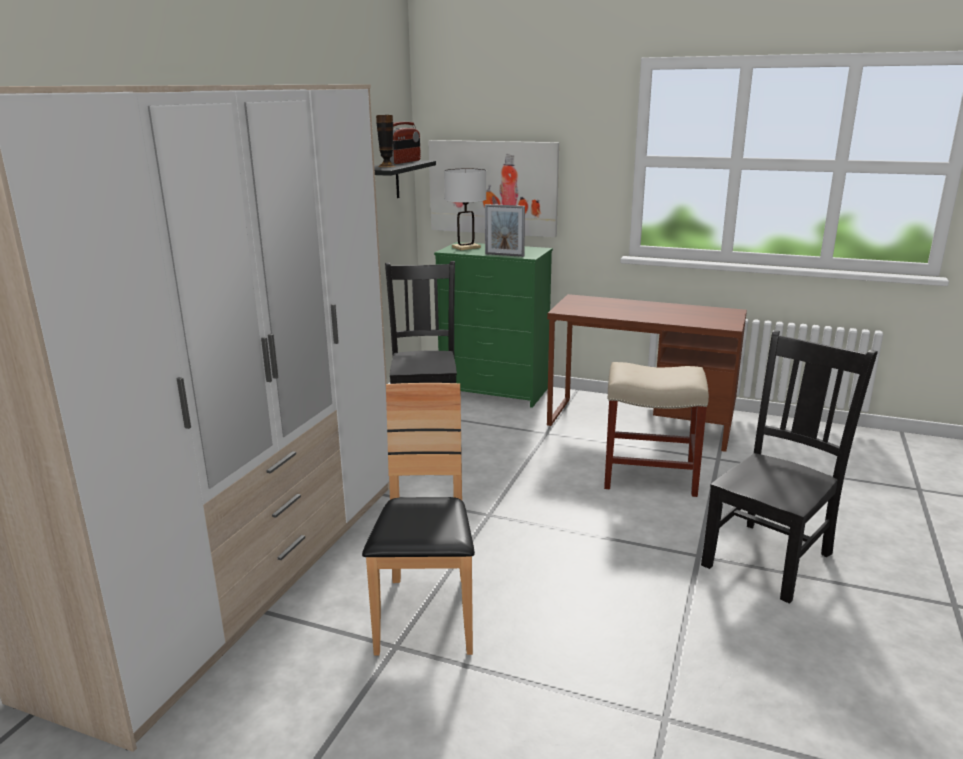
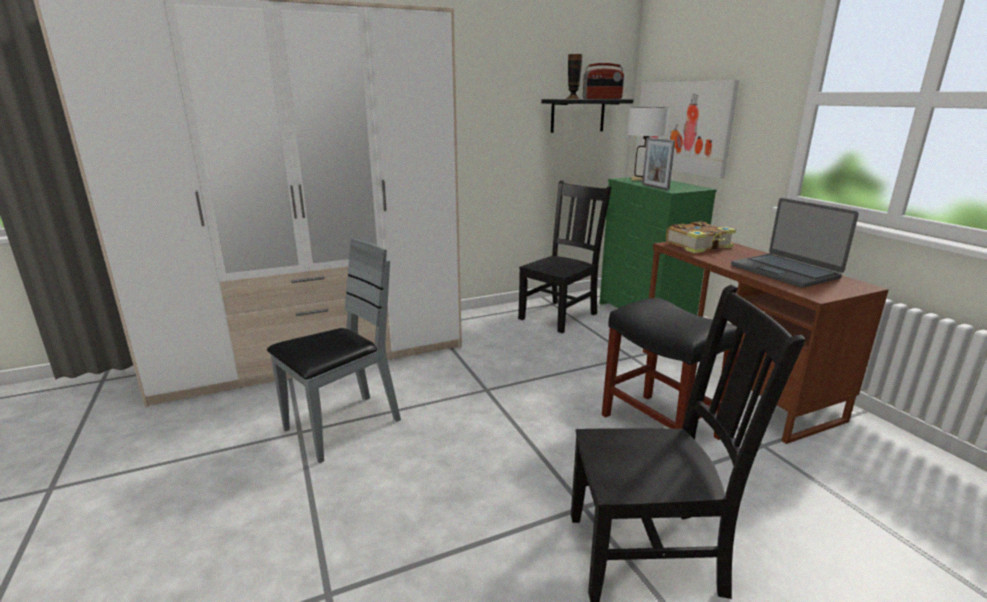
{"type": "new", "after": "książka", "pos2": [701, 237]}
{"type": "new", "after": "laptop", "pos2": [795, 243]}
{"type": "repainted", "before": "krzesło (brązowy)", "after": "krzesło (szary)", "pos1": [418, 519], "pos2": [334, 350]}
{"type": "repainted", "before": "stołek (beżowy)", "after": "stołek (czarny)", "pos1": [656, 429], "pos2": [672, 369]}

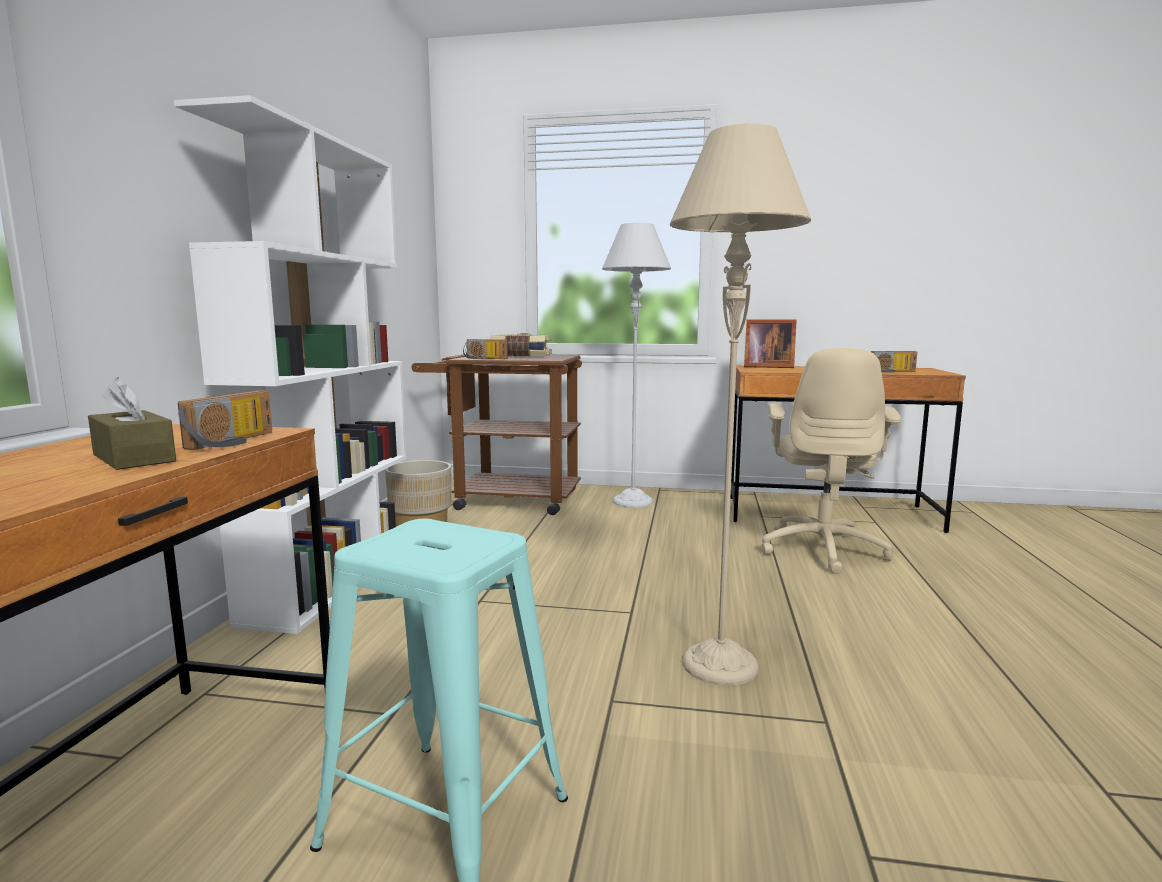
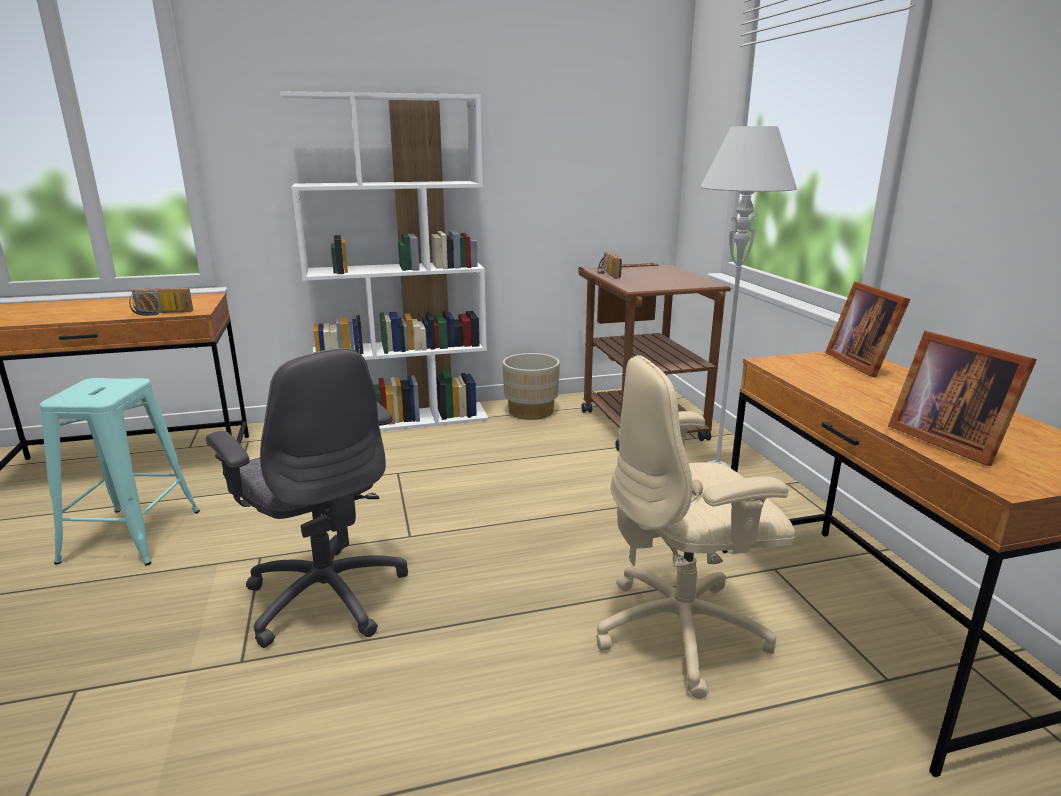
{"type": "gone", "before": "pudełko chusteczek (brązowy)", "pos1": [132, 423]}
{"type": "gone", "before": "książka", "pos1": [521, 345]}
{"type": "swapped", "before": "lampa stojąca (beżowy)", "after": "krzesło biurowe (szary)", "pos1": [740, 405], "pos2": [307, 498]}
{"type": "swapped", "before": "radio", "after": "ramka na zdjęcie", "pos1": [894, 361], "pos2": [962, 398]}

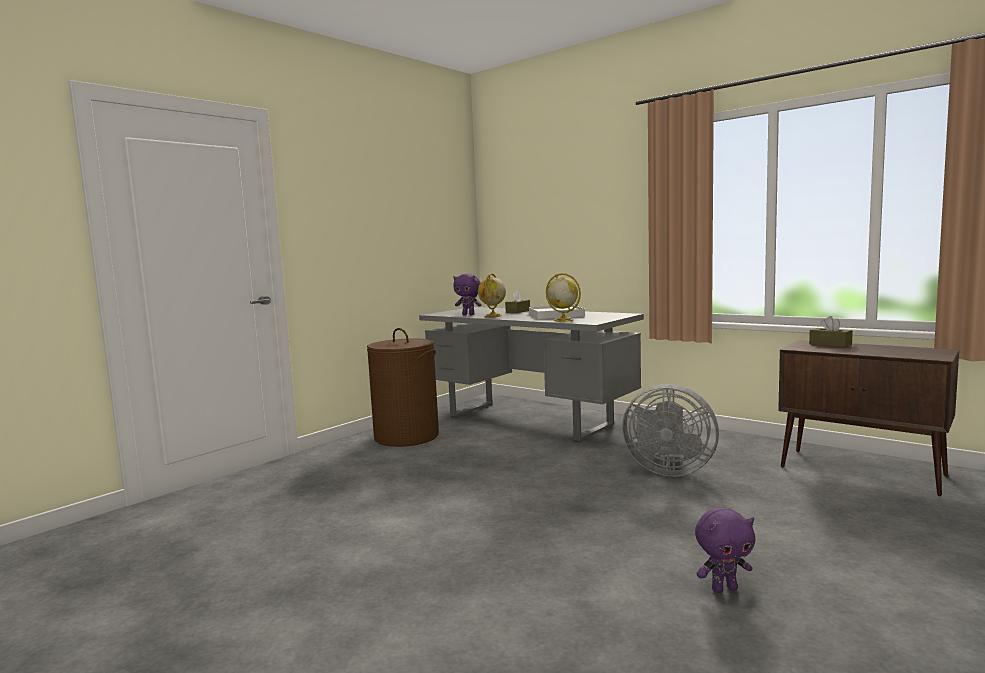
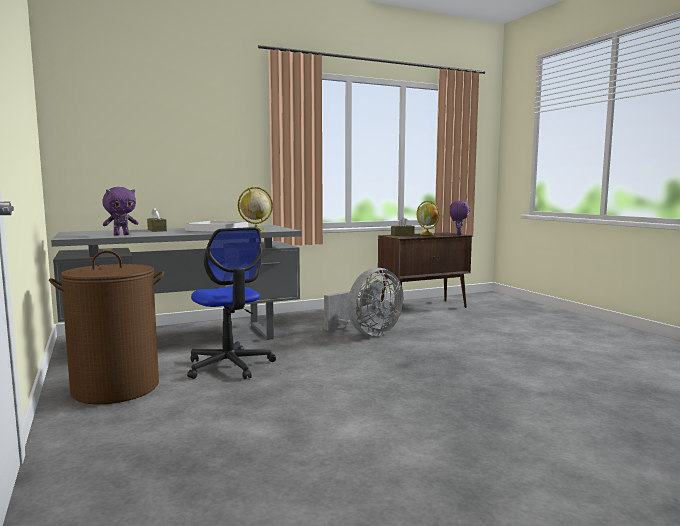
{"type": "new", "after": "krzesło biurowe", "pos2": [231, 303]}
{"type": "shifted", "before": "globus", "pos1": [492, 295], "pos2": [428, 218]}
{"type": "shifted", "before": "pluszak (fioletowy)", "pos1": [725, 550], "pos2": [460, 218]}

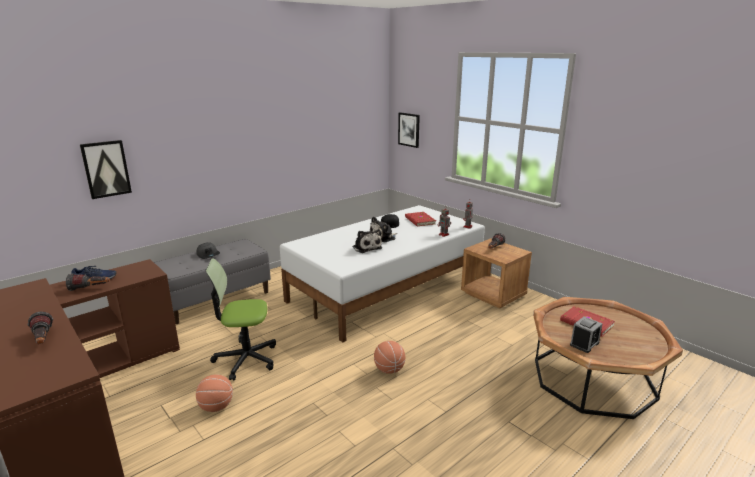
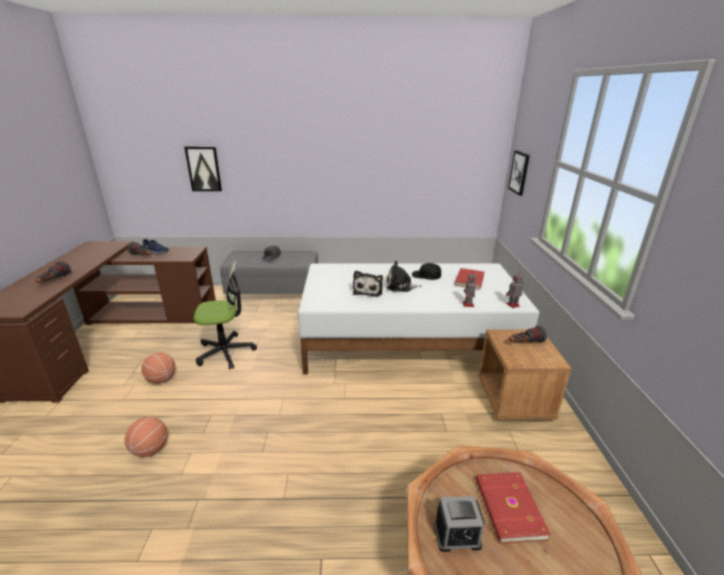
{"type": "shifted", "before": "piłka do koszykówki", "pos1": [389, 357], "pos2": [146, 437]}
{"type": "rotated", "before": "krzesło biurowe", "pos1": [241, 319], "pos2": [225, 314], "turn": 135}

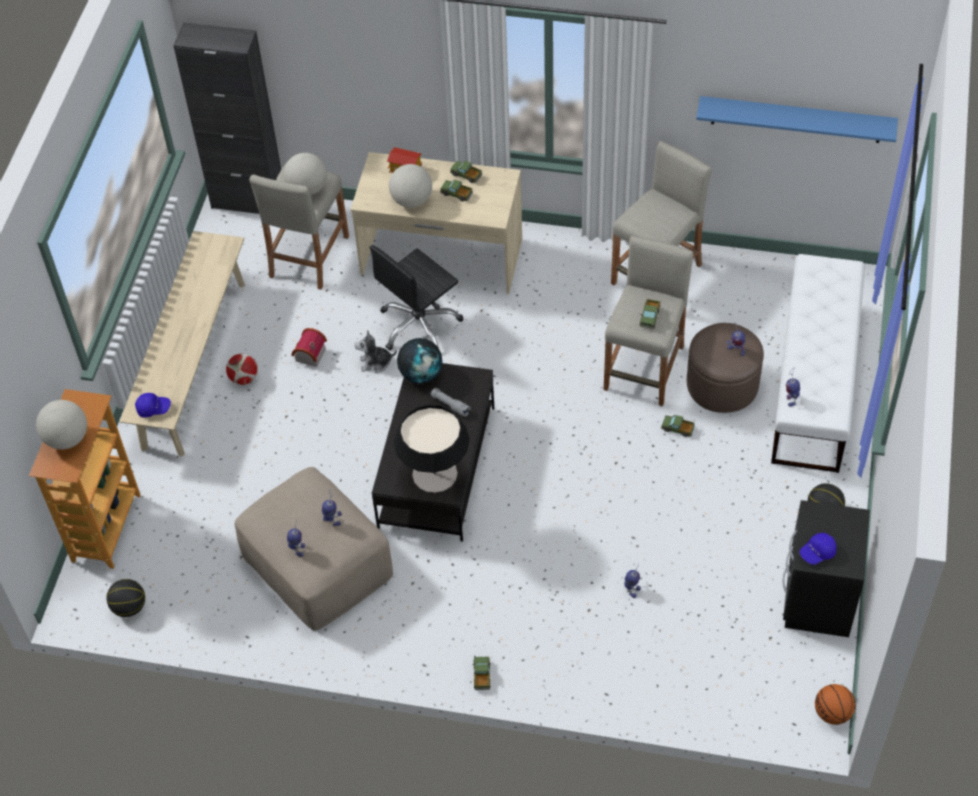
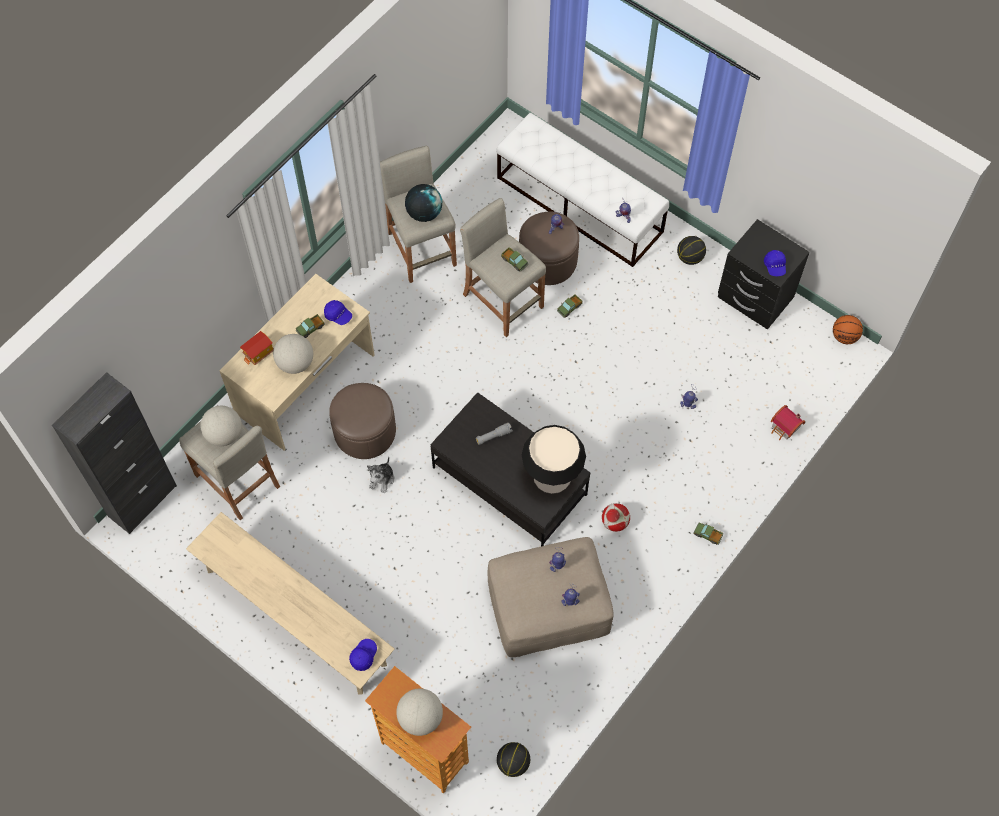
{"type": "gone", "before": "ciężarówka zabawkowa", "pos1": [466, 172]}
{"type": "gone", "before": "półka (niebieski)", "pos1": [797, 119]}
{"type": "new", "after": "czapka z daszkiem (niebieski)", "pos2": [338, 312]}
{"type": "shifted", "before": "piłka futbolowa", "pos1": [242, 369], "pos2": [616, 517]}
{"type": "shifted", "before": "domek", "pos1": [309, 347], "pos2": [788, 423]}
{"type": "shifted", "before": "globus", "pos1": [419, 361], "pos2": [423, 203]}
{"type": "swapped", "before": "krzesło biurowe (czarny)", "after": "pufa (brązowy)", "pos1": [416, 297], "pos2": [362, 421]}

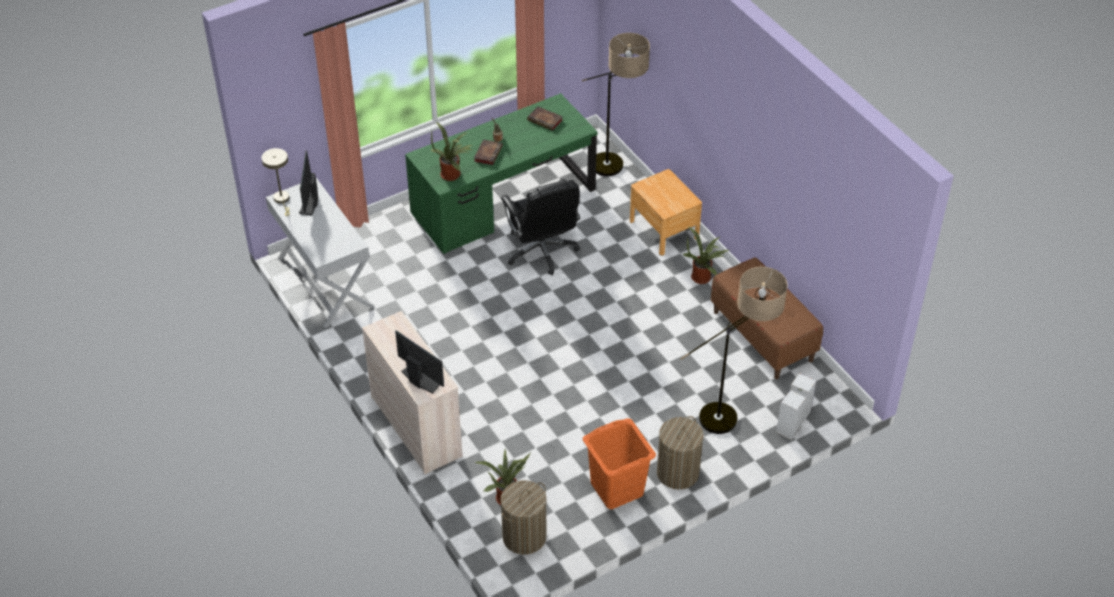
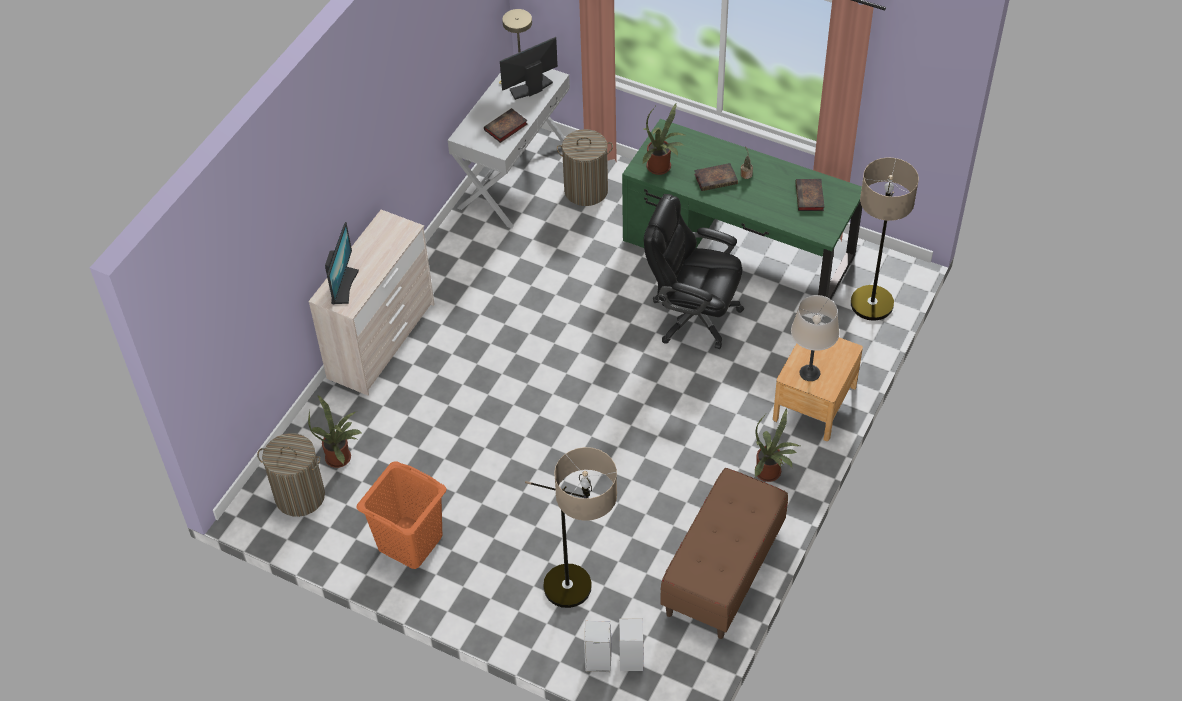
{"type": "new", "after": "książka", "pos2": [506, 125]}
{"type": "new", "after": "lampa stołowa (beżowy)", "pos2": [815, 338]}
{"type": "shifted", "before": "kosz na pranie", "pos1": [680, 453], "pos2": [585, 167]}
{"type": "rotated", "before": "krzesło biurowe (czarny)", "pos1": [540, 227], "pos2": [694, 271], "turn": 75}

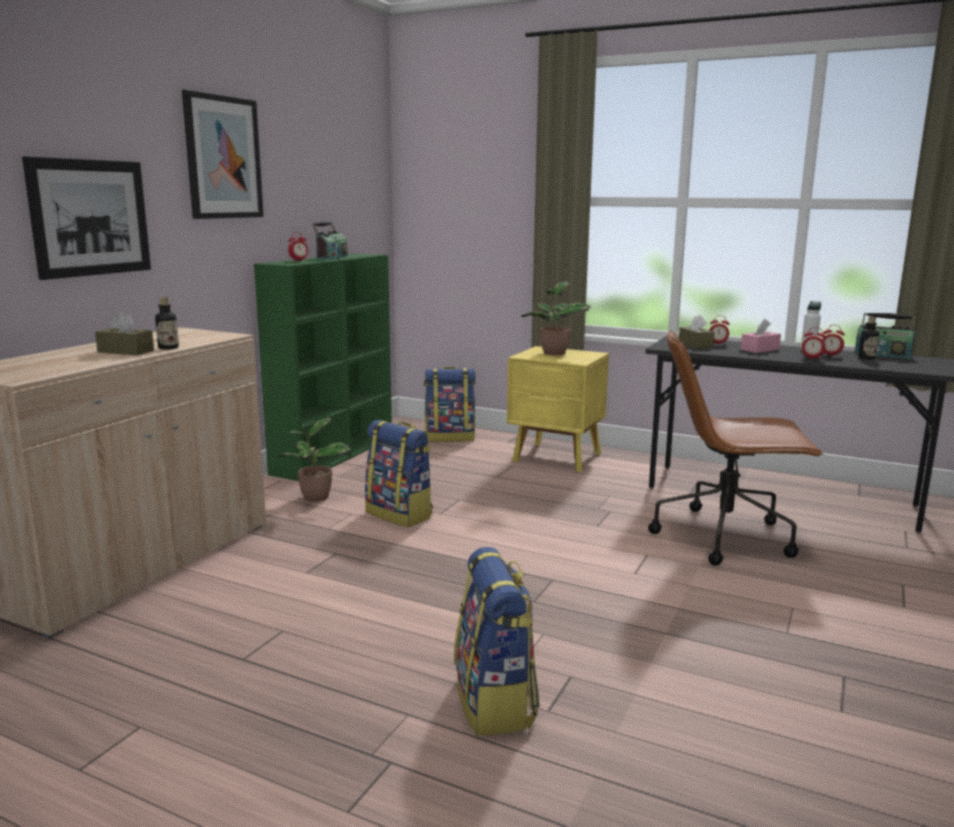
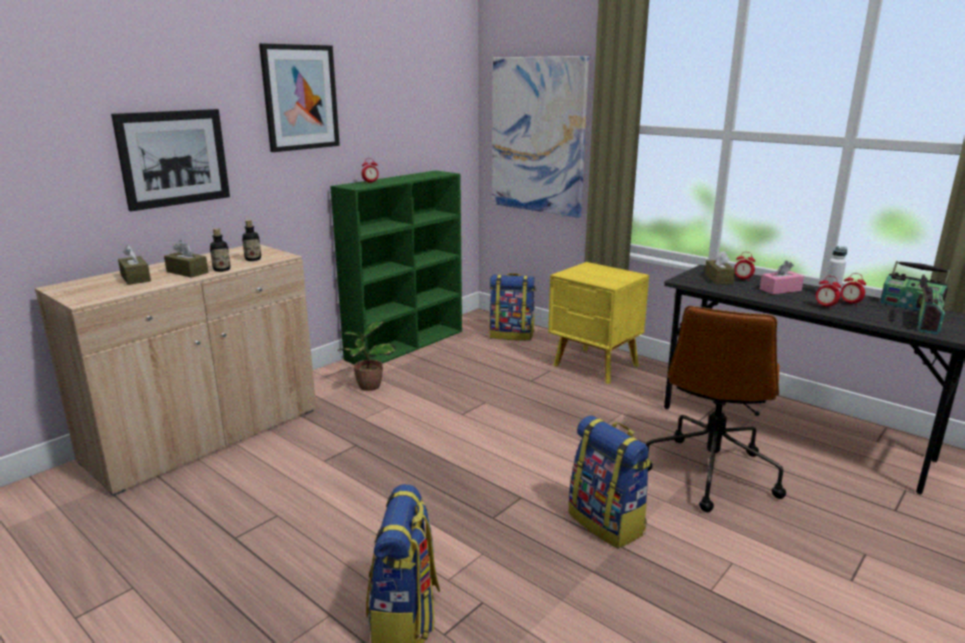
{"type": "gone", "before": "roślina doniczkowa", "pos1": [555, 318]}
{"type": "new", "after": "pudełko chusteczek (brązowy)", "pos2": [134, 265]}
{"type": "new", "after": "obraz", "pos2": [540, 137]}
{"type": "shifted", "before": "radio", "pos1": [330, 240], "pos2": [931, 304]}
{"type": "shifted", "before": "plecak", "pos1": [399, 473], "pos2": [609, 482]}
{"type": "shifted", "before": "butelka", "pos1": [868, 338], "pos2": [251, 240]}
{"type": "rotated", "before": "krzesło biurowe (brązowy)", "pos1": [735, 448], "pos2": [716, 409], "turn": -90}

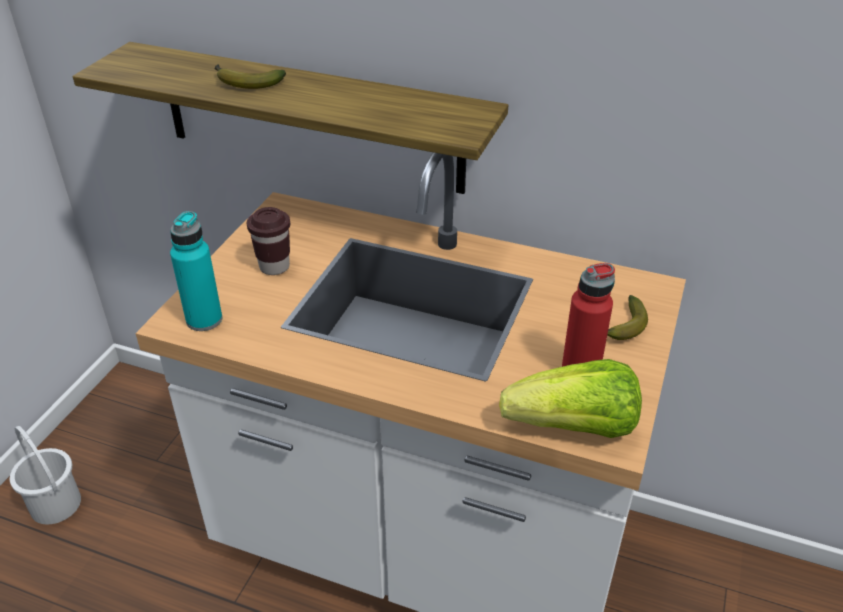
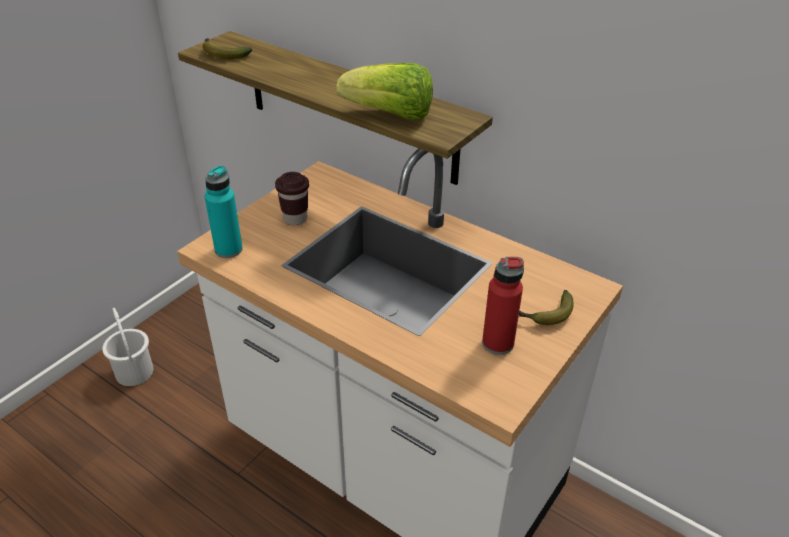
{"type": "shifted", "before": "banan", "pos1": [250, 76], "pos2": [227, 48]}
{"type": "shifted", "before": "sałata", "pos1": [570, 398], "pos2": [385, 91]}

